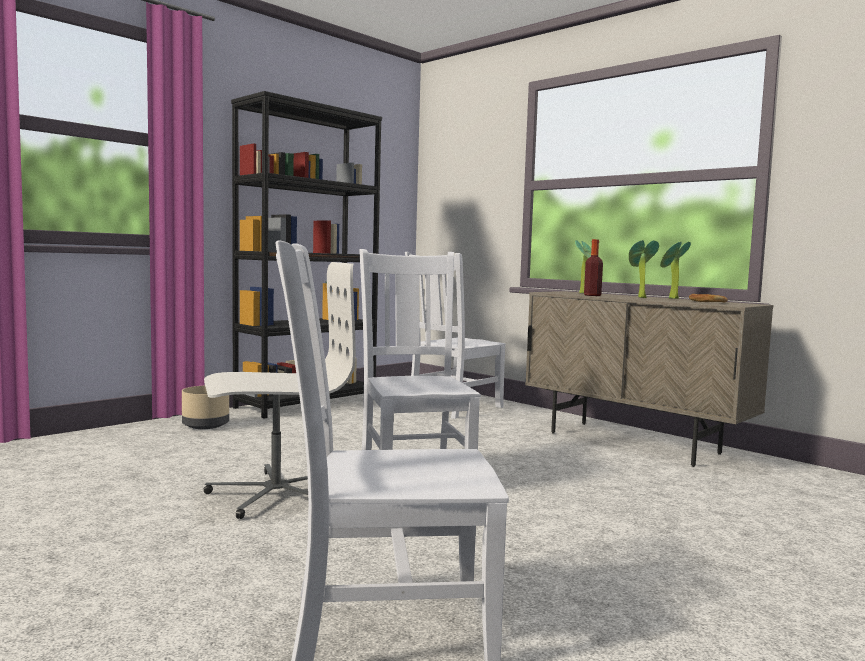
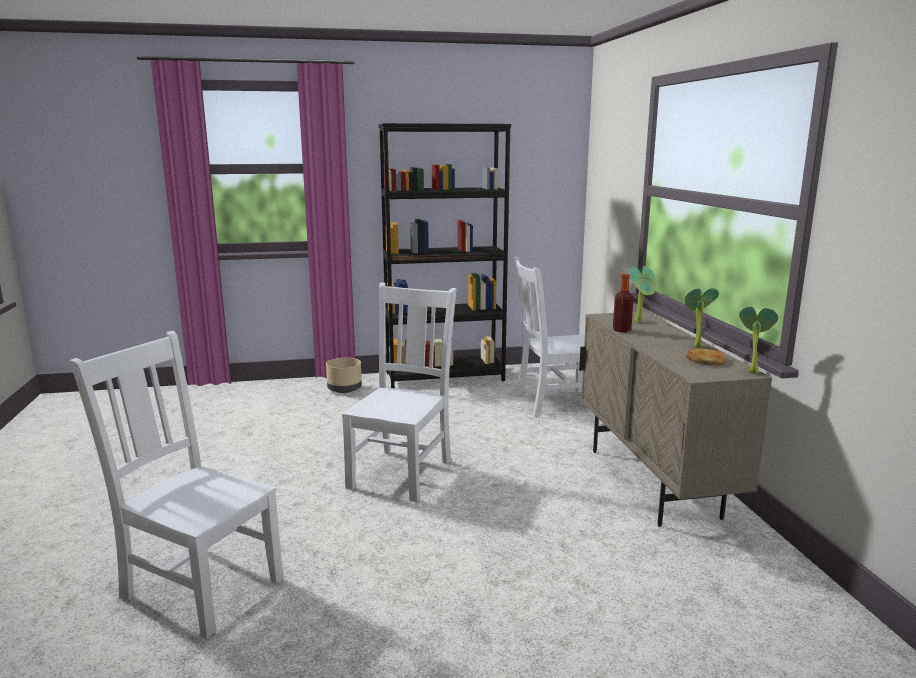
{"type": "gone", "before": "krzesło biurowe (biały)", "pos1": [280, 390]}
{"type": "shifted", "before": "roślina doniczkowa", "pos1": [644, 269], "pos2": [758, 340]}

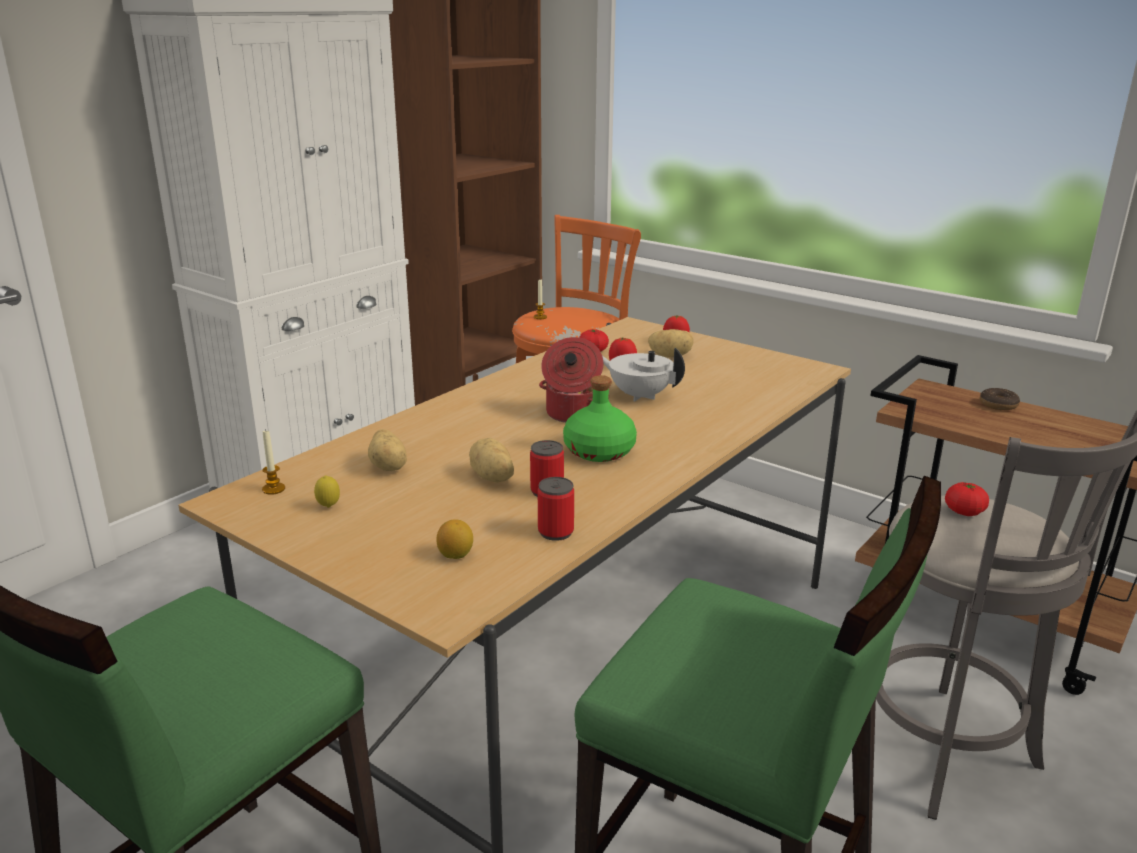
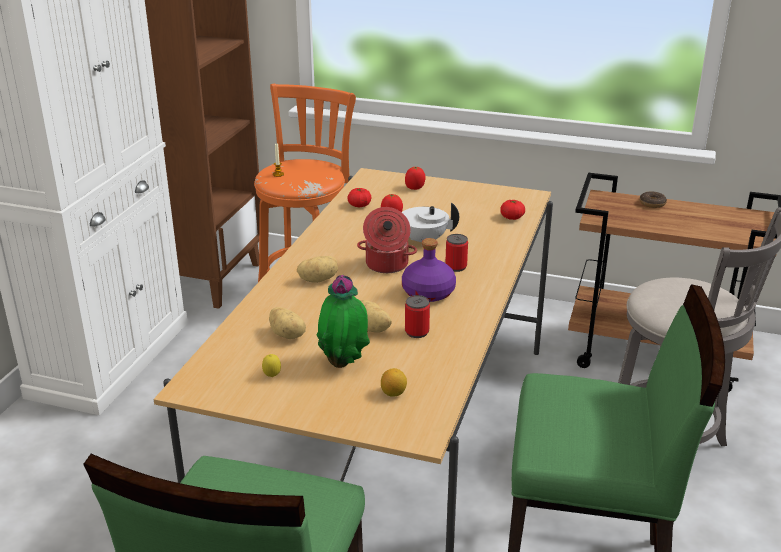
{"type": "gone", "before": "świeca", "pos1": [273, 462]}
{"type": "new", "after": "roślina doniczkowa", "pos2": [343, 321]}
{"type": "shifted", "before": "puszka", "pos1": [556, 509], "pos2": [456, 253]}
{"type": "shifted", "before": "ziemniak", "pos1": [671, 343], "pos2": [317, 269]}
{"type": "shifted", "before": "pomidor", "pos1": [967, 499], "pos2": [512, 210]}
{"type": "repainted", "before": "butelka (zielony)", "after": "butelka (fioletowy)", "pos1": [600, 418], "pos2": [429, 270]}

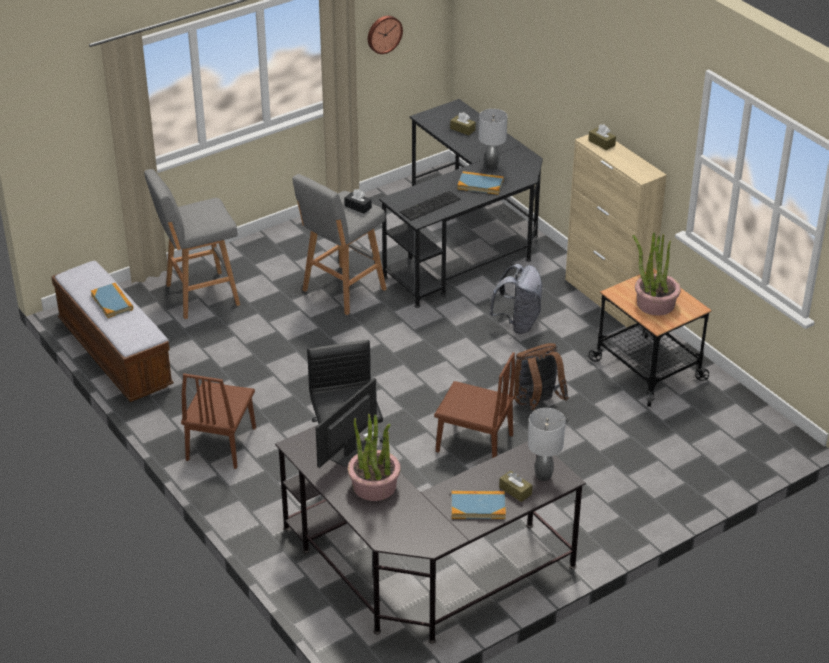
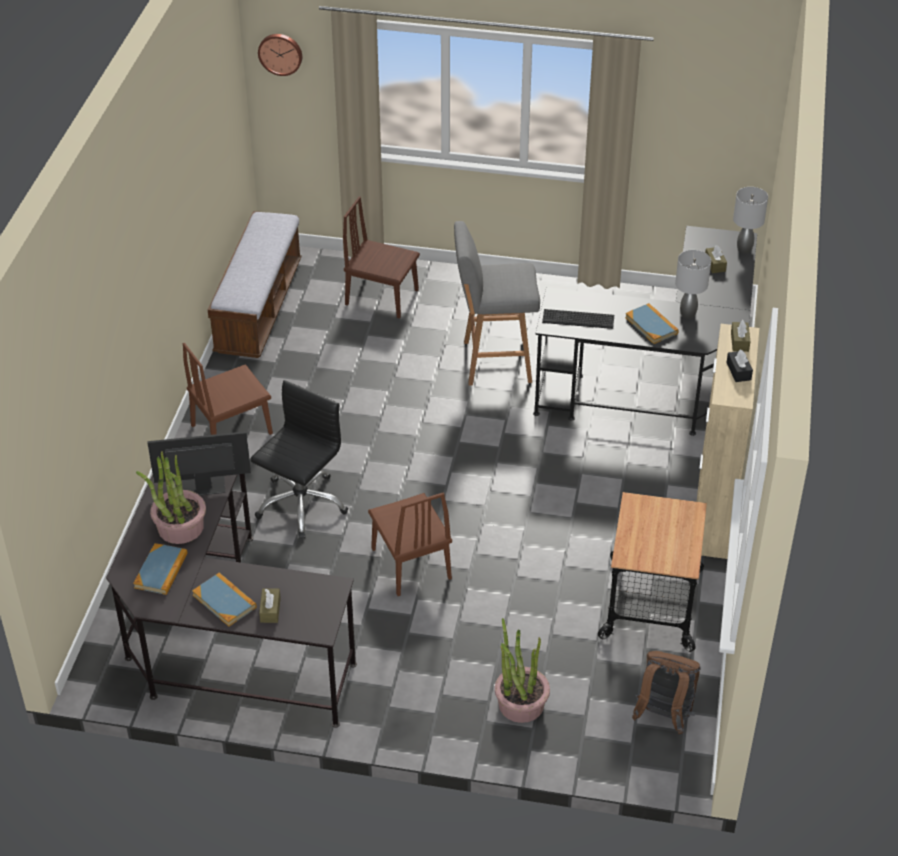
{"type": "gone", "before": "plecak (szary)", "pos1": [516, 299]}
{"type": "shifted", "before": "książka", "pos1": [112, 300], "pos2": [160, 569]}
{"type": "shifted", "before": "pudełko chusteczek (czarny)", "pos1": [358, 201], "pos2": [739, 365]}
{"type": "shifted", "before": "zegar ścienny", "pos1": [385, 35], "pos2": [280, 55]}
{"type": "shifted", "before": "plecak (brązowy)", "pos1": [541, 376], "pos2": [666, 692]}
{"type": "shifted", "before": "lampa stołowa (szary)", "pos1": [546, 444], "pos2": [750, 220]}
{"type": "shifted", "before": "roślina doniczkowa", "pos1": [657, 274], "pos2": [522, 670]}
{"type": "swapped", "before": "stołek (szary)", "after": "krzesło (brązowy)", "pos1": [192, 244], "pos2": [381, 257]}

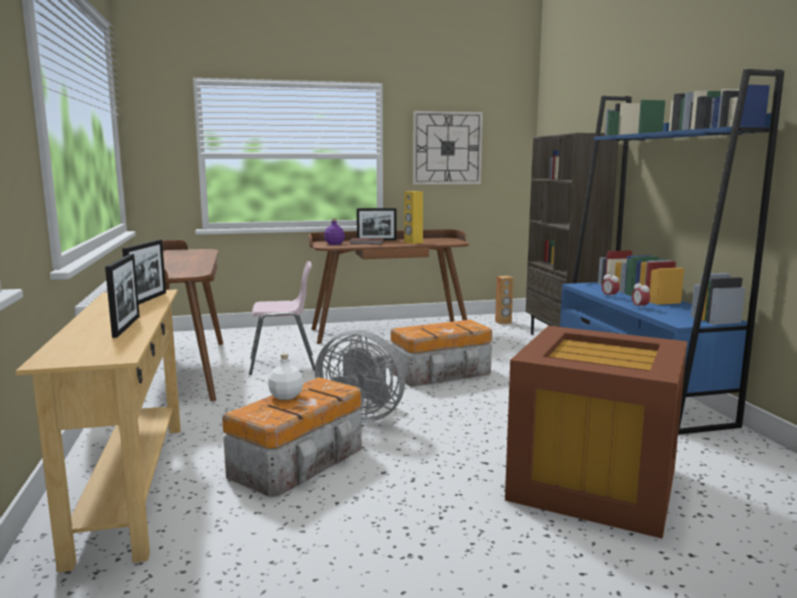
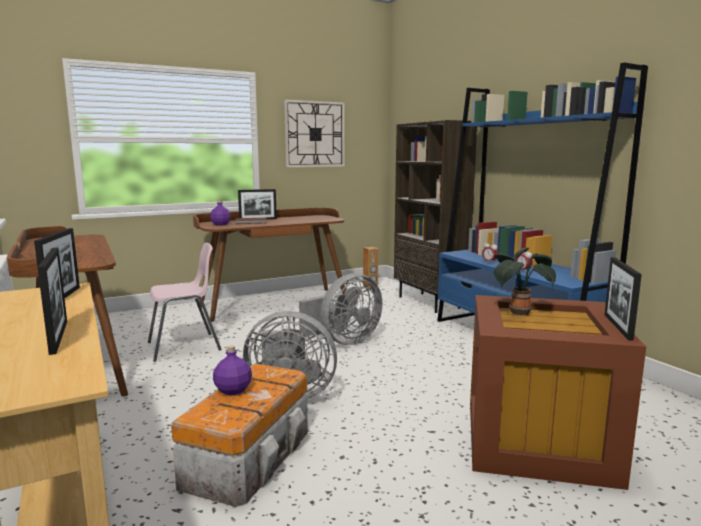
{"type": "gone", "before": "głośnik (żółty)", "pos1": [413, 217]}
{"type": "new", "after": "roślina doniczkowa", "pos2": [525, 282]}
{"type": "new", "after": "ramka na zdjęcie", "pos2": [623, 299]}
{"type": "swapped", "before": "pojemnik do przechowywania", "after": "wentylator (szary)", "pos1": [441, 353], "pos2": [341, 309]}
{"type": "repainted", "before": "butelka (biały)", "after": "butelka (fioletowy)", "pos1": [285, 376], "pos2": [232, 370]}

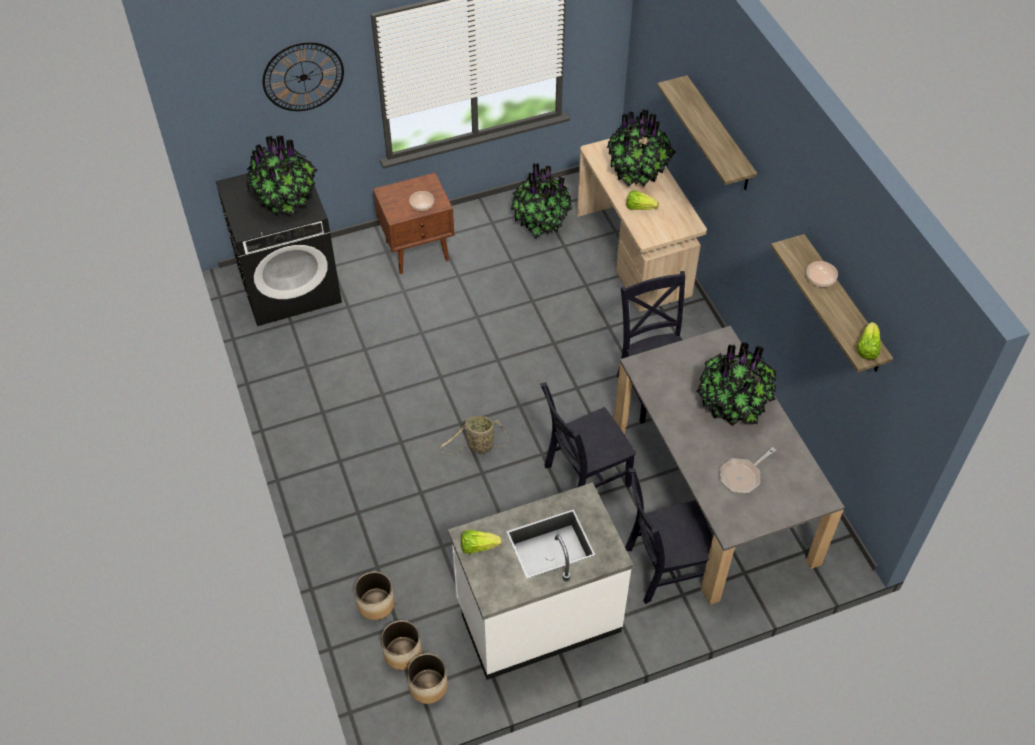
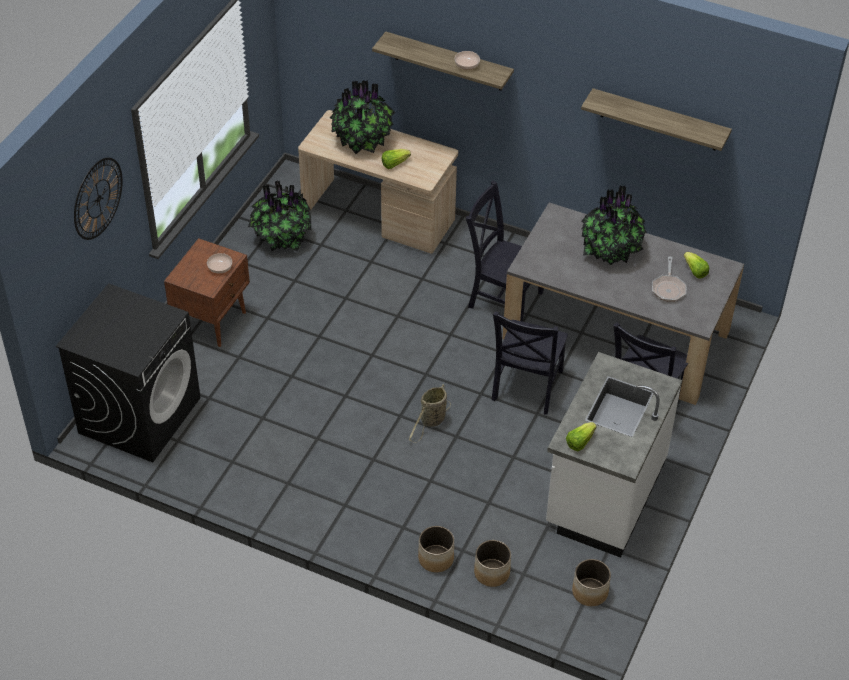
{"type": "gone", "before": "roślina doniczkowa", "pos1": [282, 175]}
{"type": "shifted", "before": "donica", "pos1": [401, 645], "pos2": [436, 549]}
{"type": "shifted", "before": "miska", "pos1": [822, 274], "pos2": [467, 60]}
{"type": "shifted", "before": "sałata", "pos1": [869, 340], "pos2": [696, 265]}

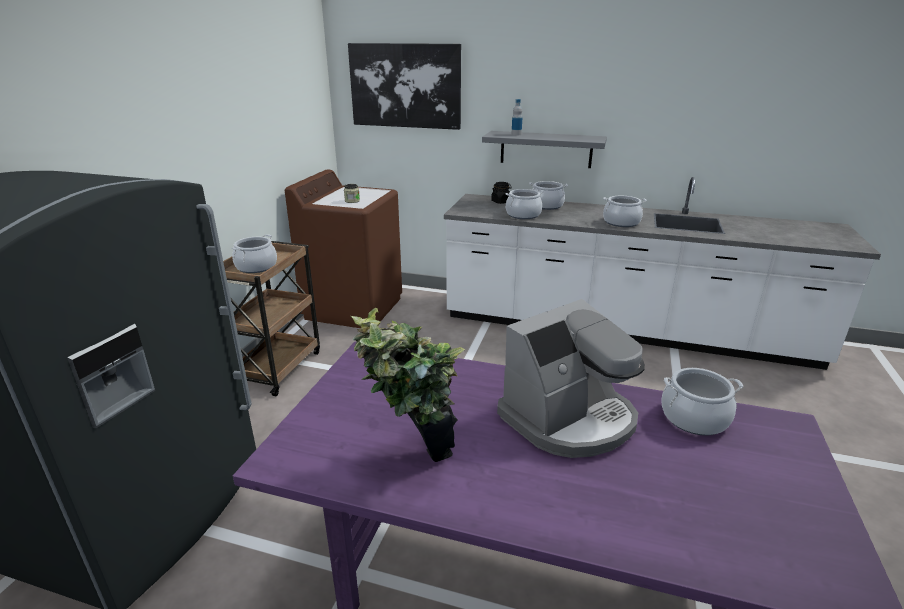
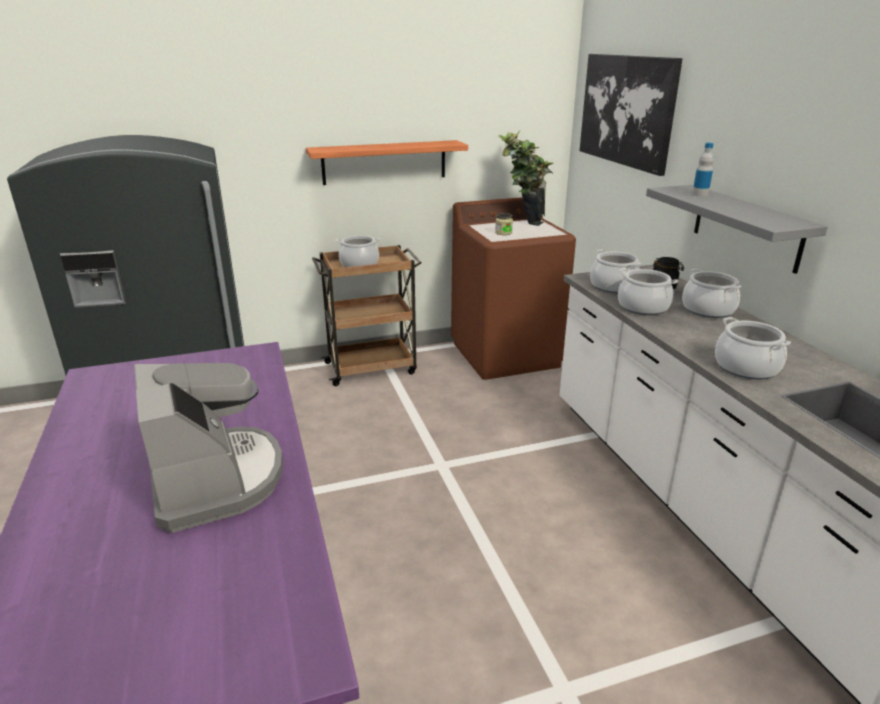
{"type": "new", "after": "półka", "pos2": [387, 162]}
{"type": "shifted", "before": "roślina doniczkowa", "pos1": [408, 385], "pos2": [525, 178]}
{"type": "shifted", "before": "garnek", "pos1": [702, 402], "pos2": [615, 271]}
{"type": "rotated", "before": "ekspres do kawy", "pos1": [571, 378], "pos2": [208, 448], "turn": -135}

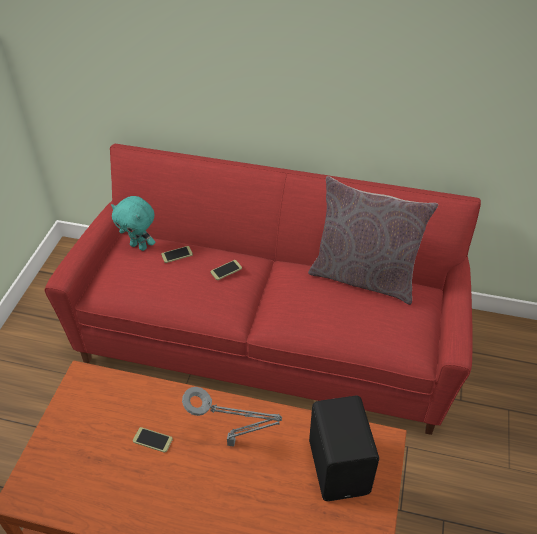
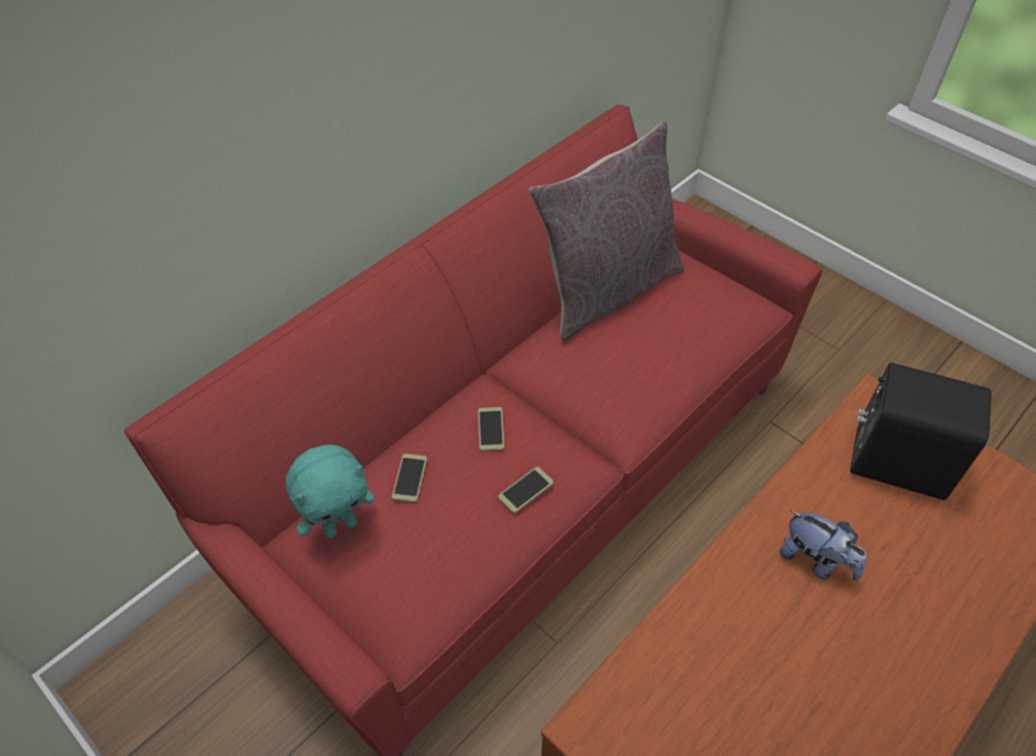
{"type": "shifted", "before": "telefon", "pos1": [153, 440], "pos2": [525, 490]}
{"type": "swapped", "before": "lampa stołowa (szary)", "after": "pluszak", "pos1": [232, 417], "pos2": [823, 545]}

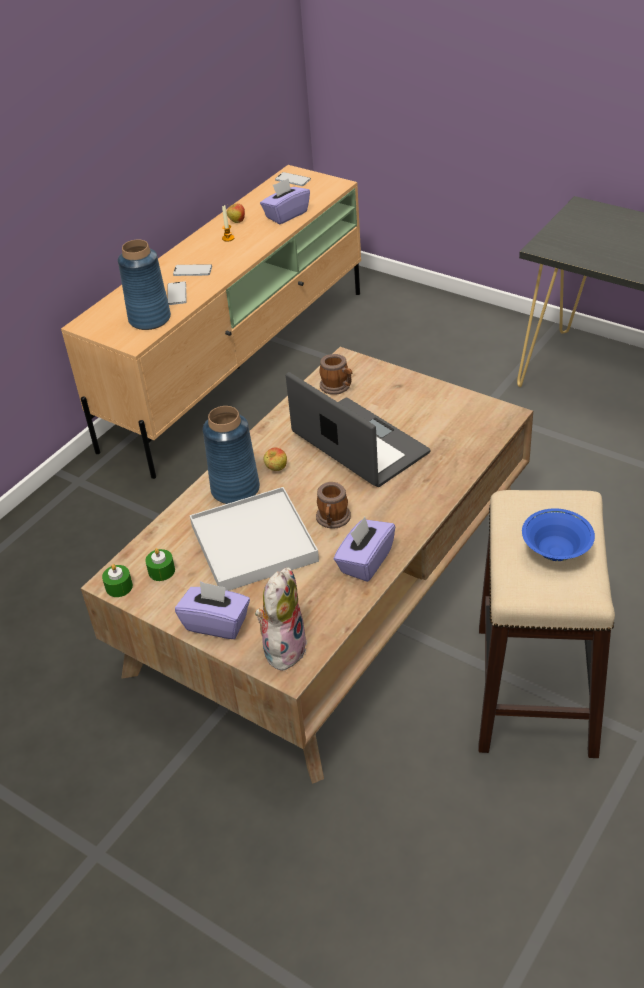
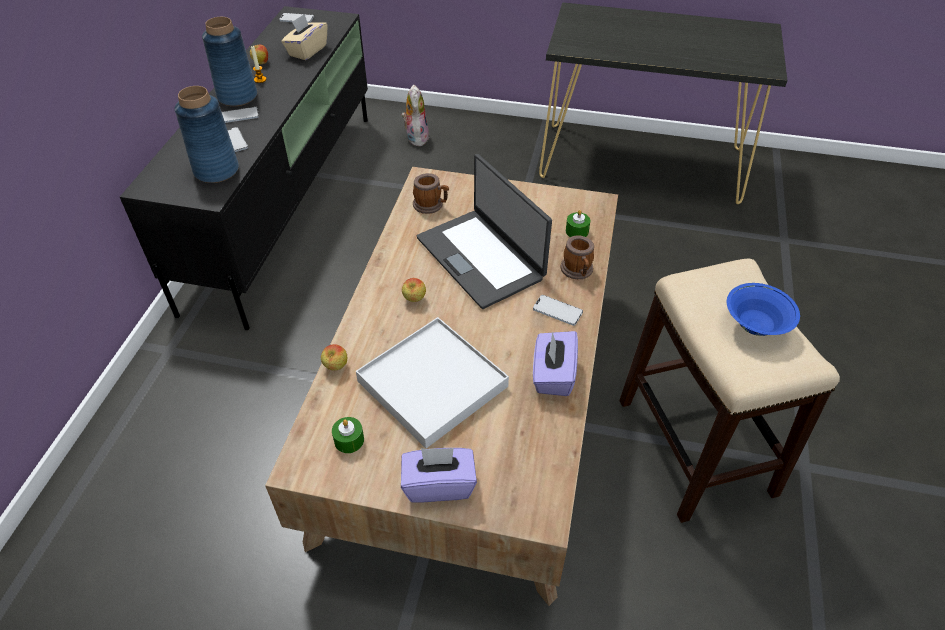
{"type": "new", "after": "jabłko", "pos2": [334, 357]}
{"type": "new", "after": "telefon", "pos2": [558, 310]}
{"type": "shifted", "before": "świeca (zielony)", "pos1": [117, 580], "pos2": [578, 223]}
{"type": "shifted", "before": "wazon (niebieski)", "pos1": [231, 455], "pos2": [229, 61]}
{"type": "shifted", "before": "pluszak", "pos1": [281, 618], "pos2": [415, 115]}
{"type": "shifted", "before": "kubek", "pos1": [333, 505], "pos2": [577, 257]}
{"type": "repainted", "before": "szafka pod telewizor (beżowy)", "after": "szafka pod telewizor (czarny)", "pos1": [211, 322], "pos2": [244, 168]}
{"type": "repainted", "before": "pudełko chusteczek (fioletowy)", "after": "pudełko chusteczek (beżowy)", "pos1": [285, 201], "pos2": [304, 37]}
{"type": "rotated", "before": "laptop", "pos1": [358, 429], "pos2": [484, 231], "turn": -150}

